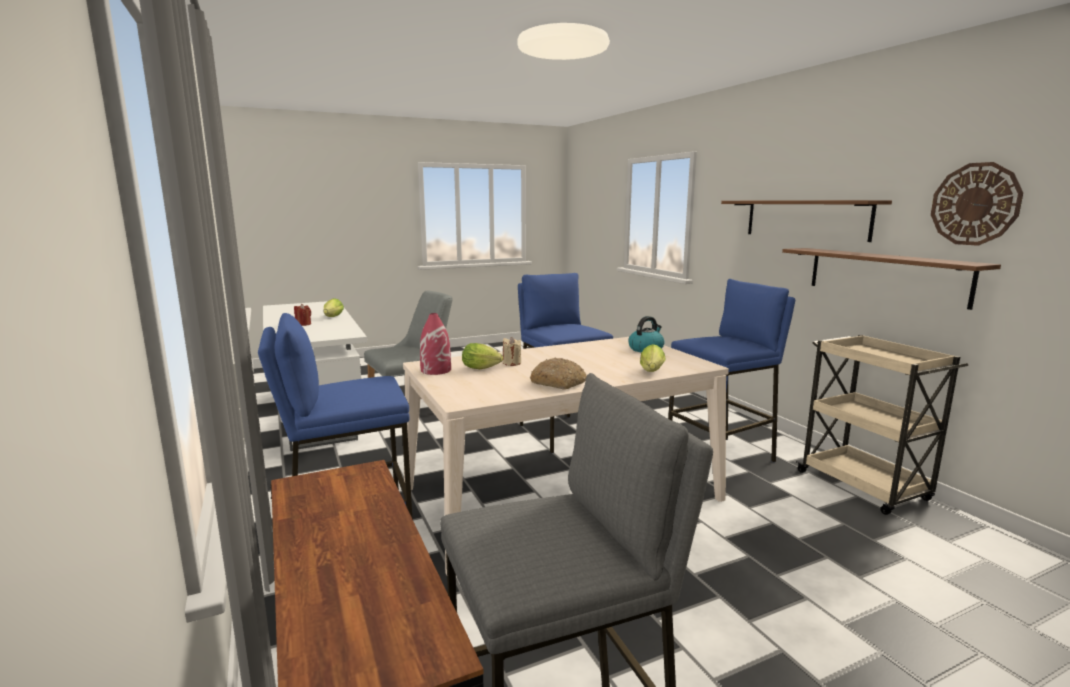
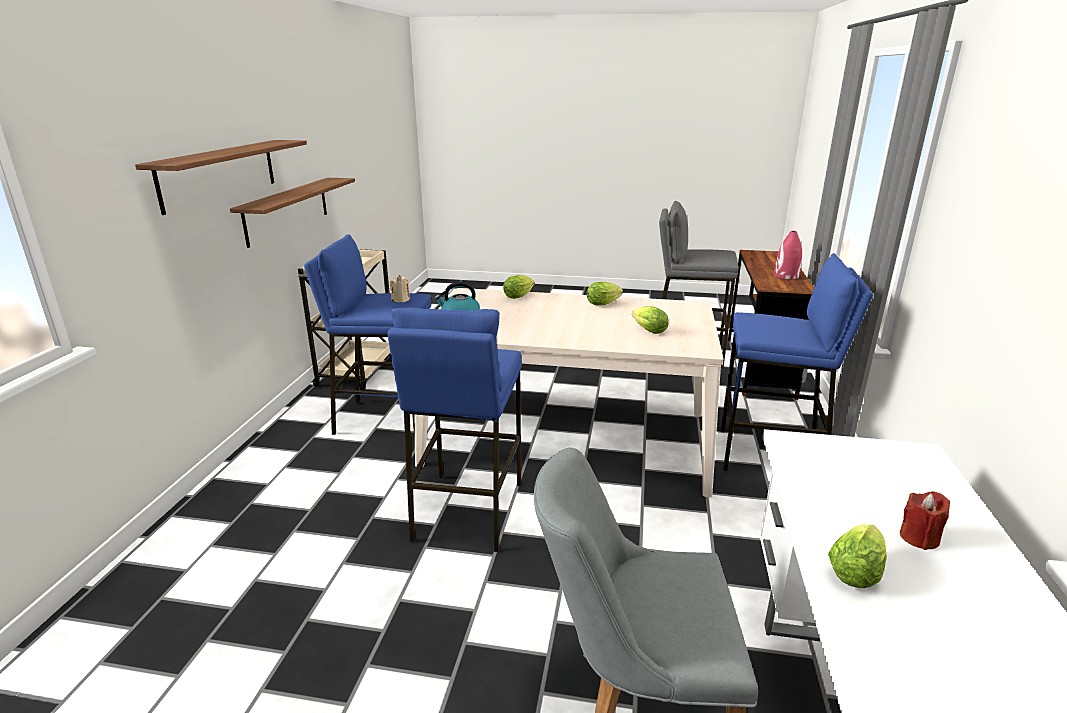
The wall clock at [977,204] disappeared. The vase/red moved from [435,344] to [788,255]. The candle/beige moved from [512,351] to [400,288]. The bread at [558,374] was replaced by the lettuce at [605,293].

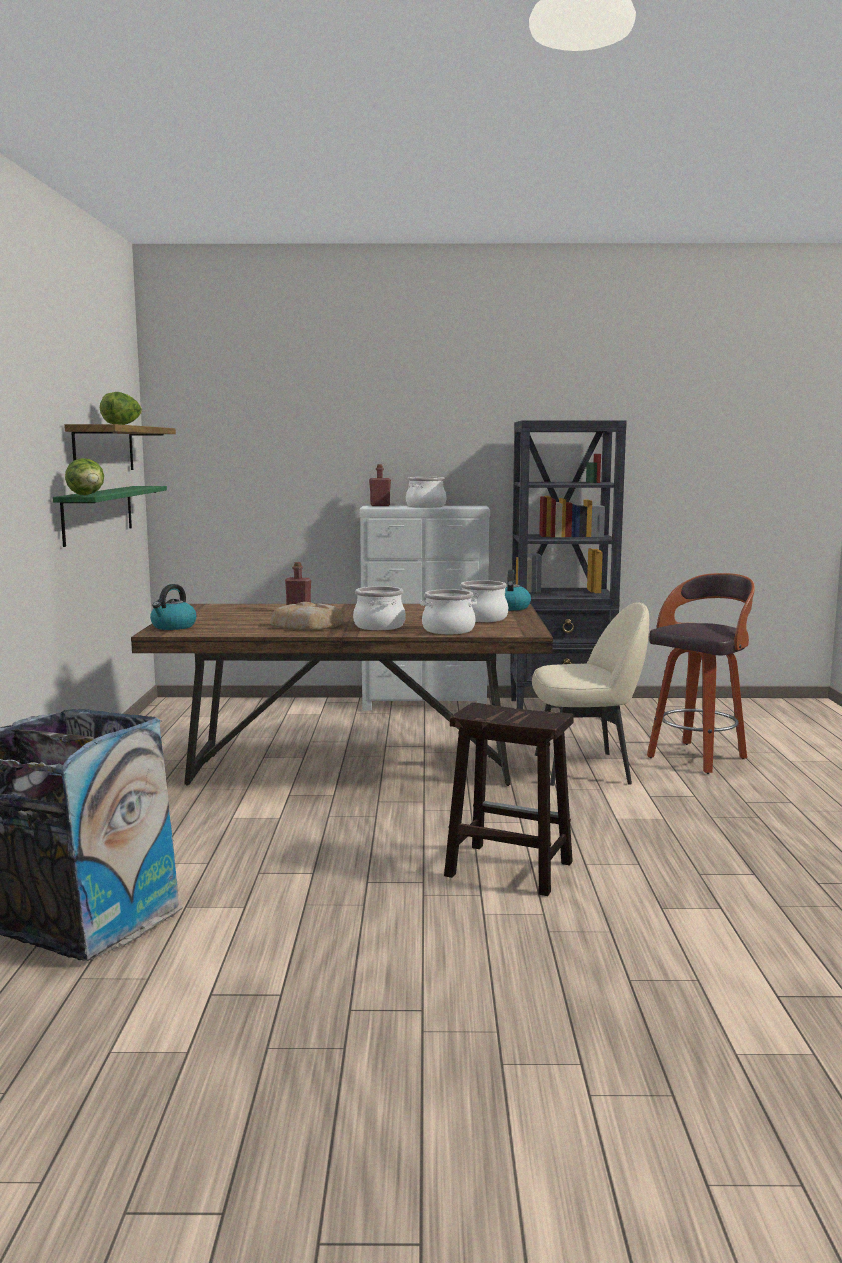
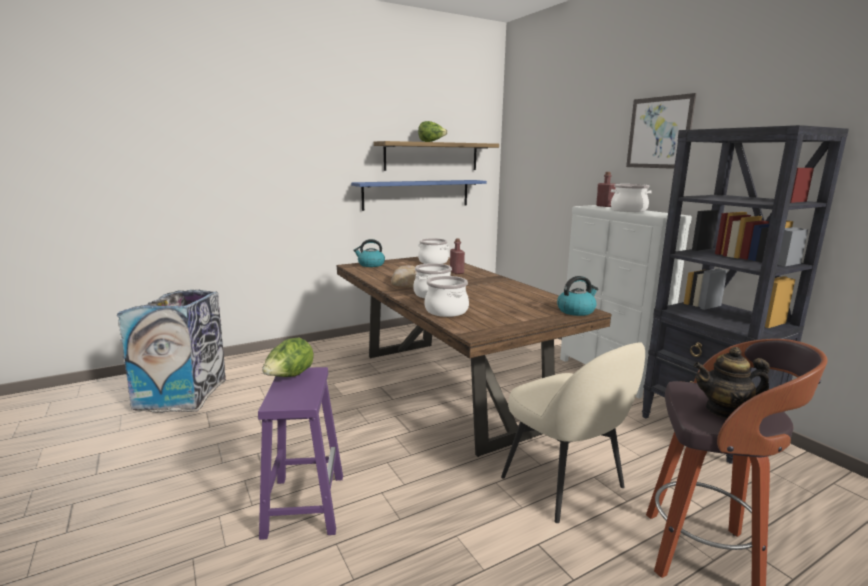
The lettuce moved from [84,476] to [288,357]. The shelf/green at [110,516] became the shelf/blue at [419,195]. The cooking pot moved from [484,601] to [433,251]. The stool/brown at [509,799] became the stool/purple at [300,453]. The picture at [661,131] appeared. The teapot at [732,382] appeared.

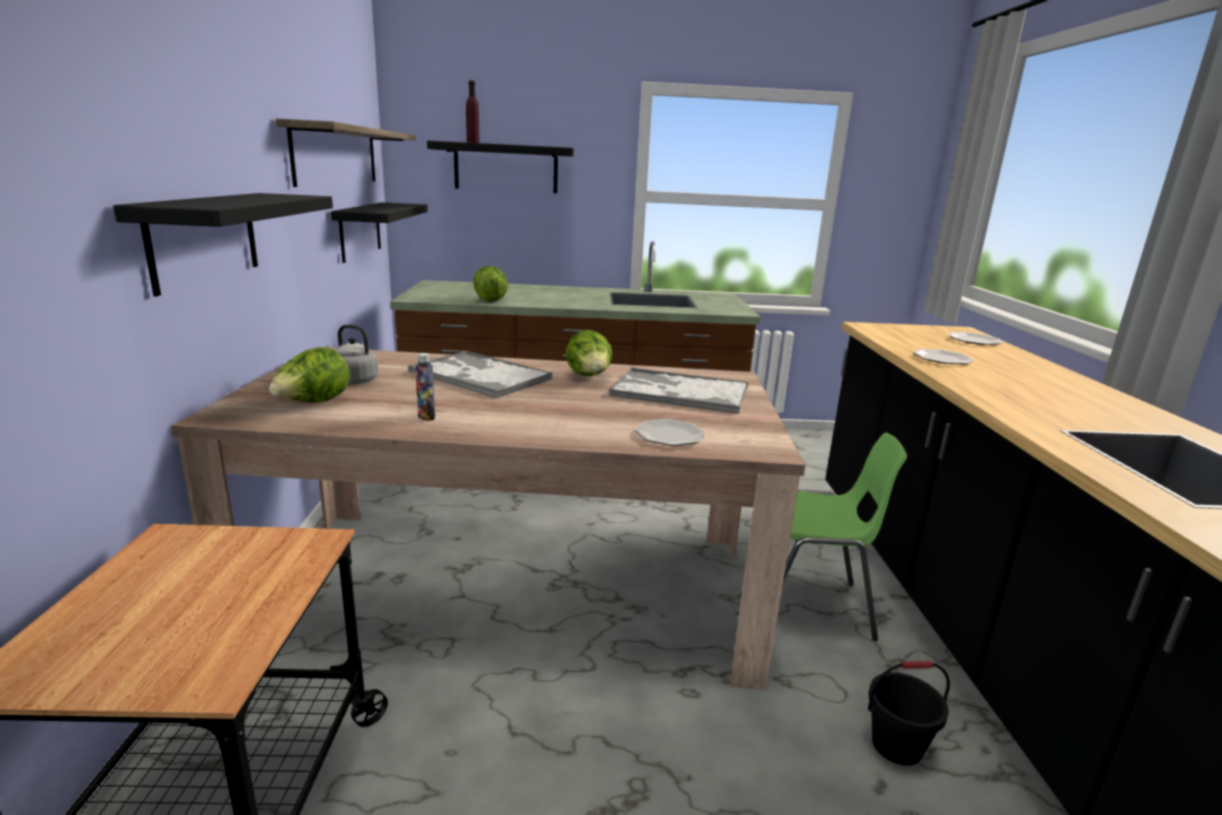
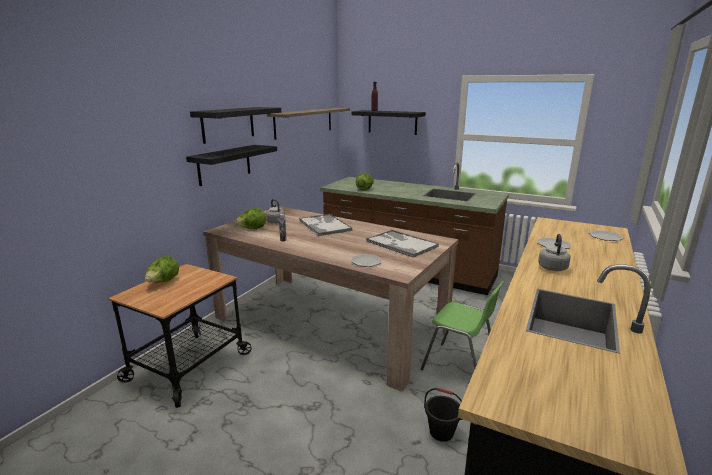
The shelf/black moved from [379,232] to [235,125]. The lettuce moved from [589,353] to [162,269]. The kettle/grey at [554,252] appeared.

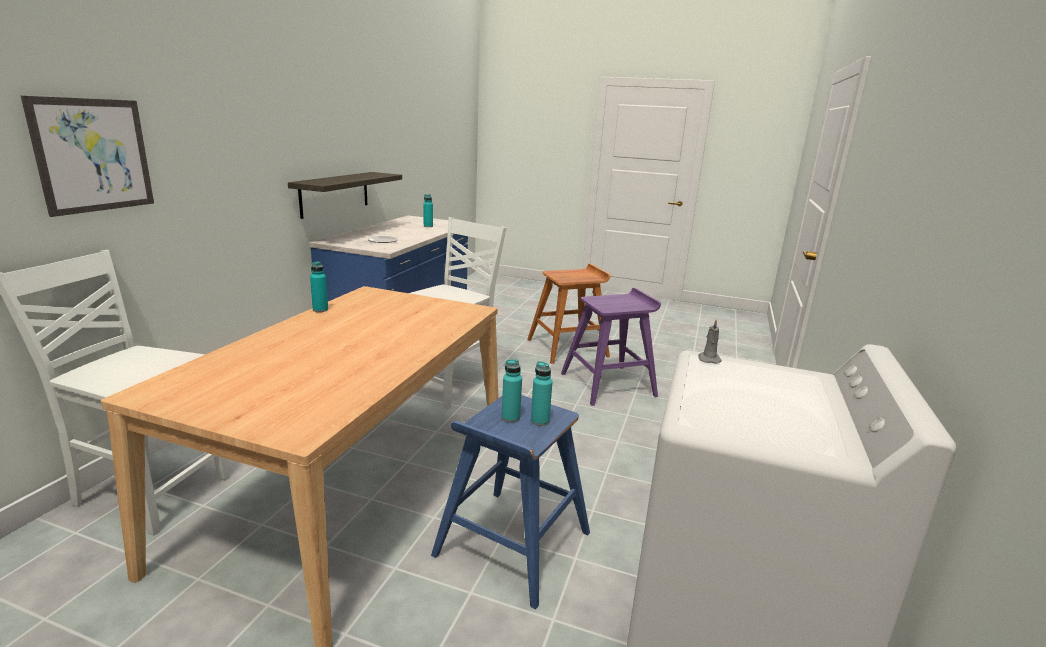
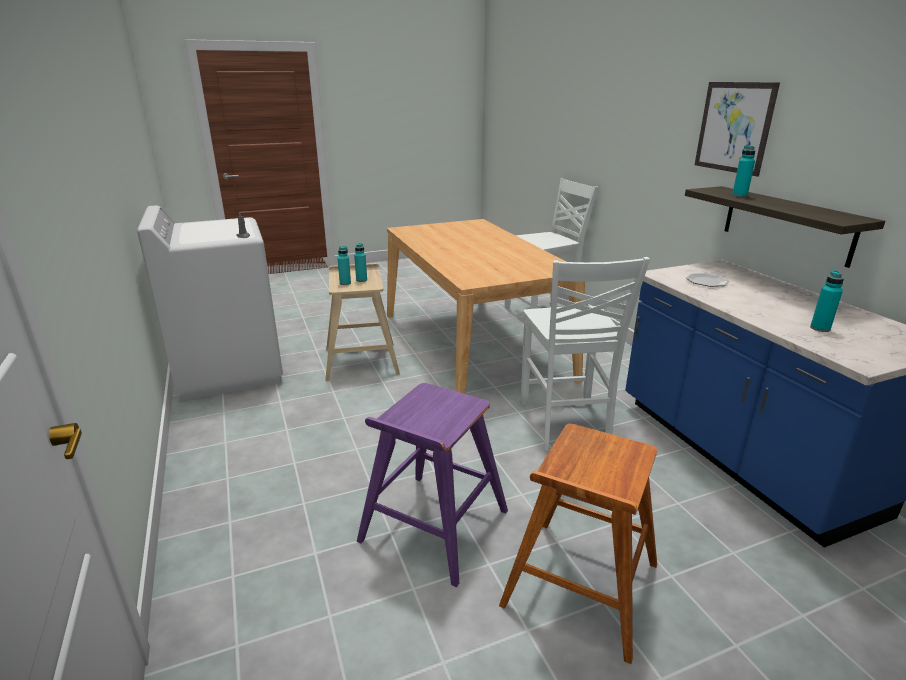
The picture moved from [87,156] to [737,129]. The bottle/turquoise moved from [319,286] to [743,171]. The stool/blue at [510,502] became the stool/beige at [362,322].

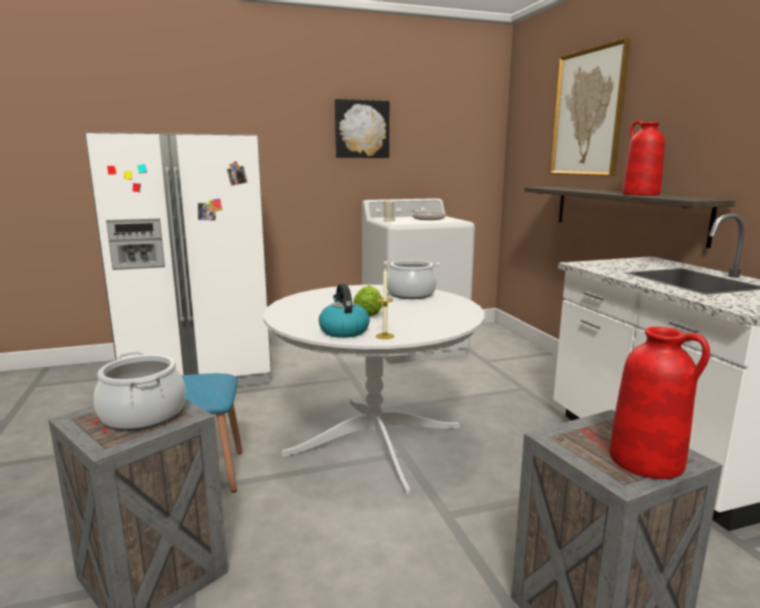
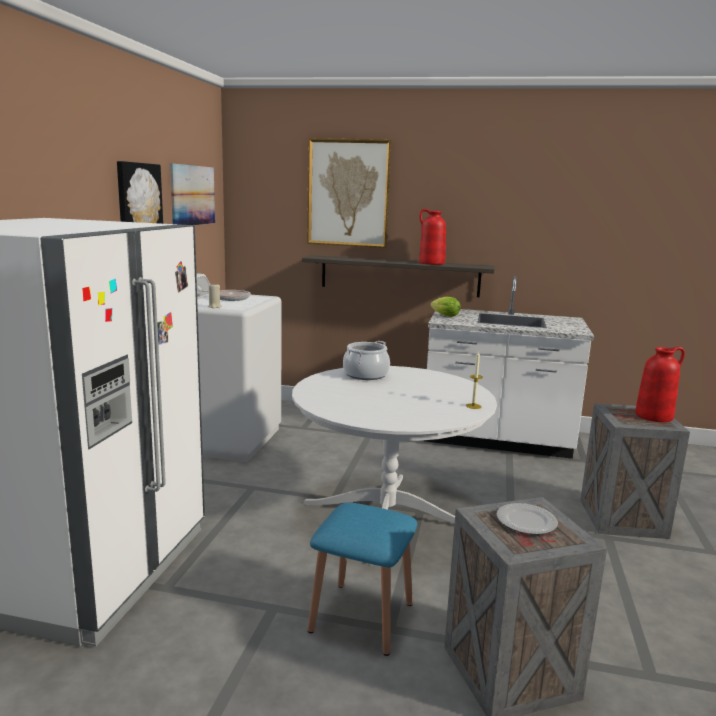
The kettle at [344,311] disappeared. The lettuce moved from [367,301] to [445,307]. The cooking pot at [140,391] was replaced by the plate at [527,519]. The picture at [192,194] appeared.

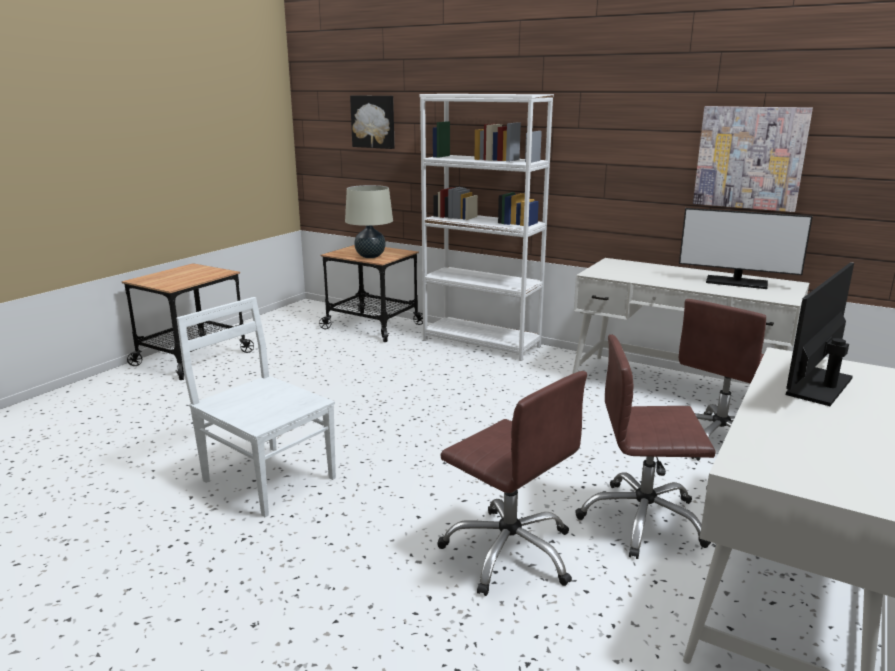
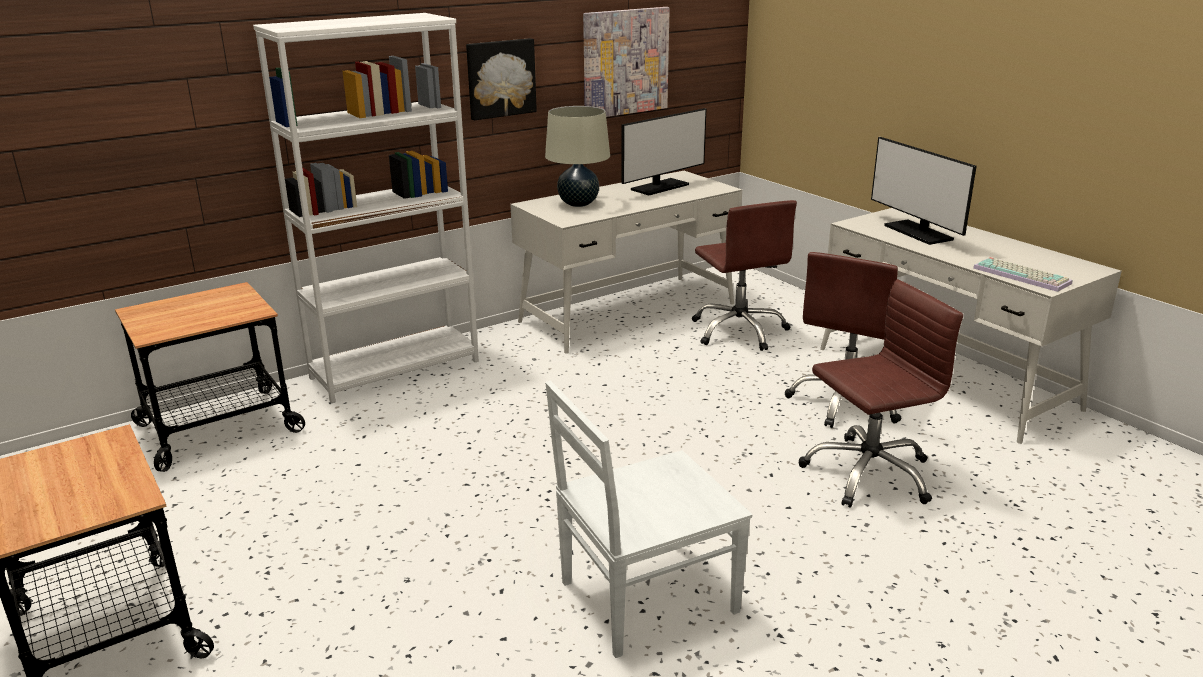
The picture moved from [372,122] to [501,79]. The table lamp/beige moved from [369,221] to [577,156]. The keyboard at [1022,274] appeared.

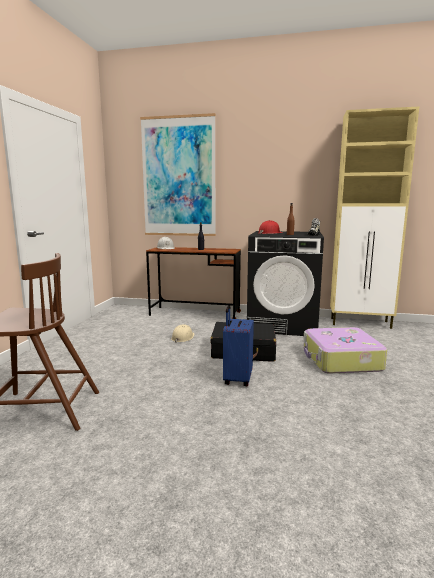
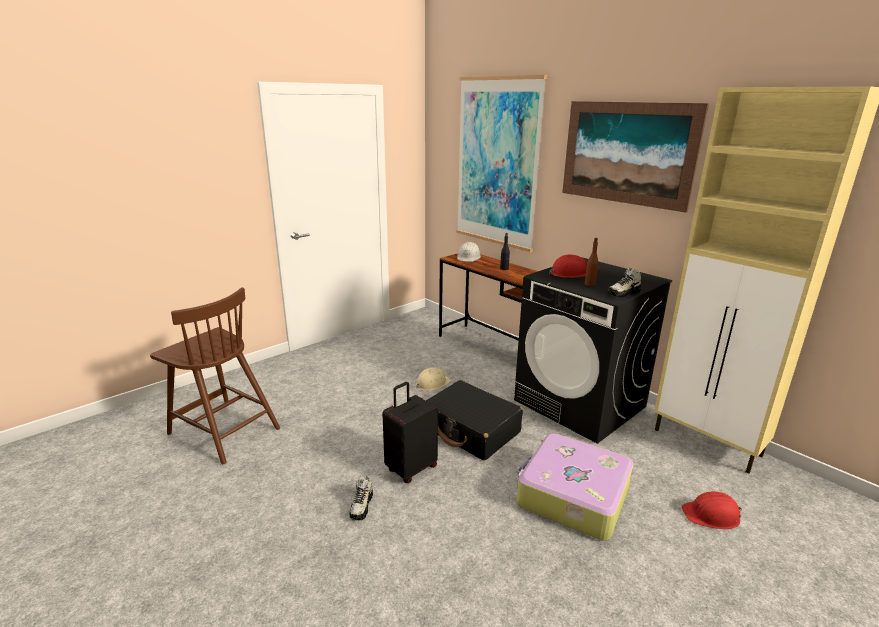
The suitcase/blue at [238,345] became the suitcase/black at [410,432]. The picture at [635,157] appeared. The shoe at [361,497] appeared. The hard hat/red at [712,510] appeared.

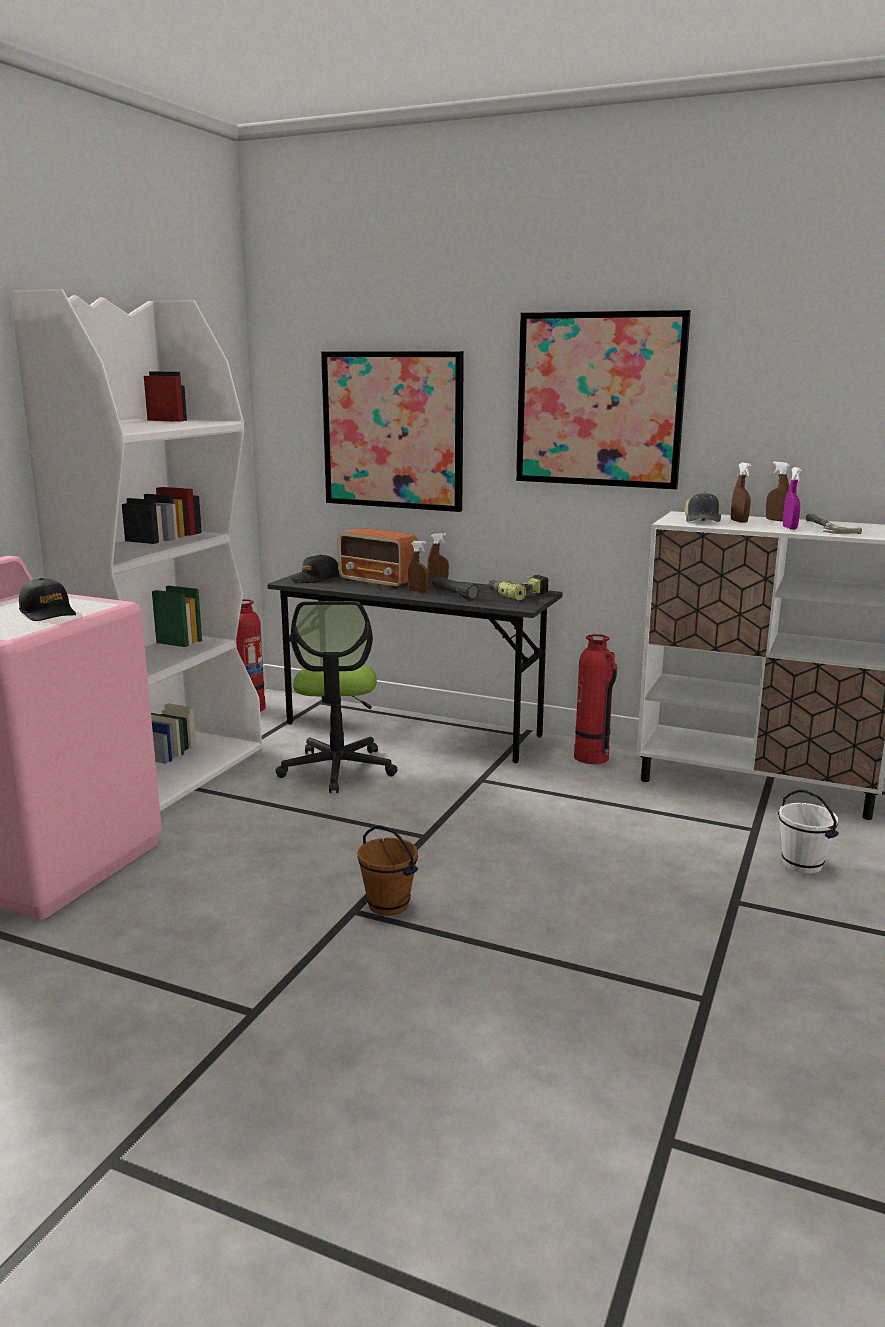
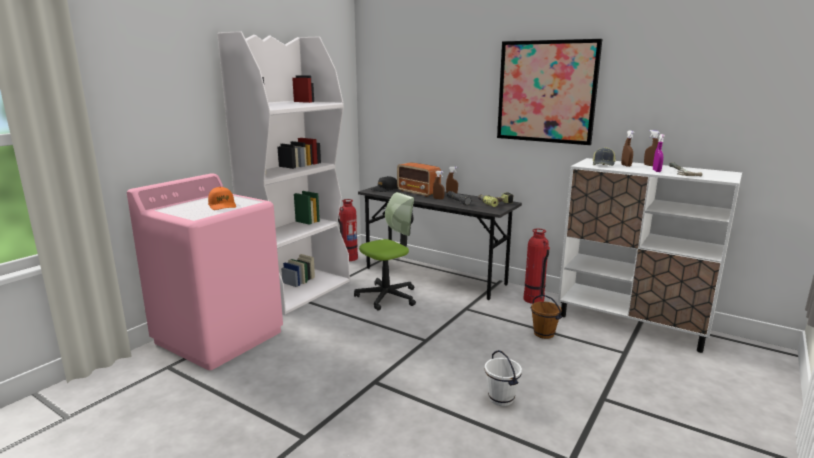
The picture at [392,431] disappeared. The cap/black at [47,599] became the cap/orange at [222,198]. The office chair at [336,697] turned 135 degrees counterclockwise. The bucket/white moved from [808,832] to [503,378]. The bucket/brown moved from [387,870] to [546,317].

